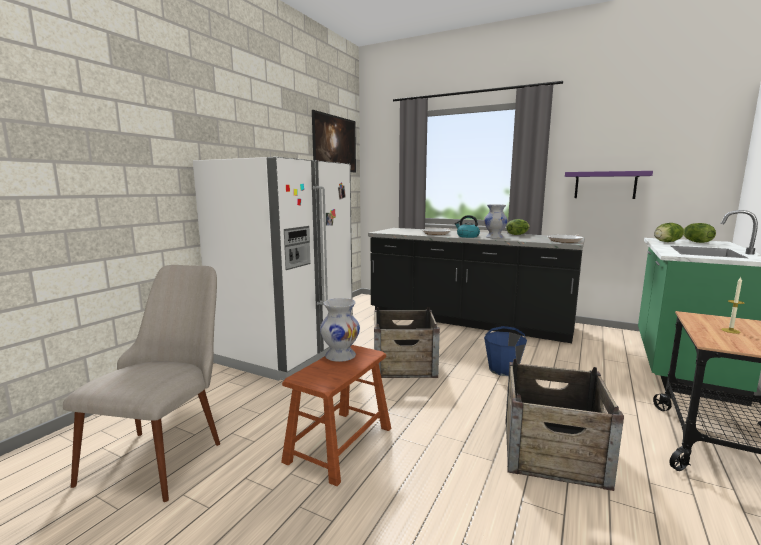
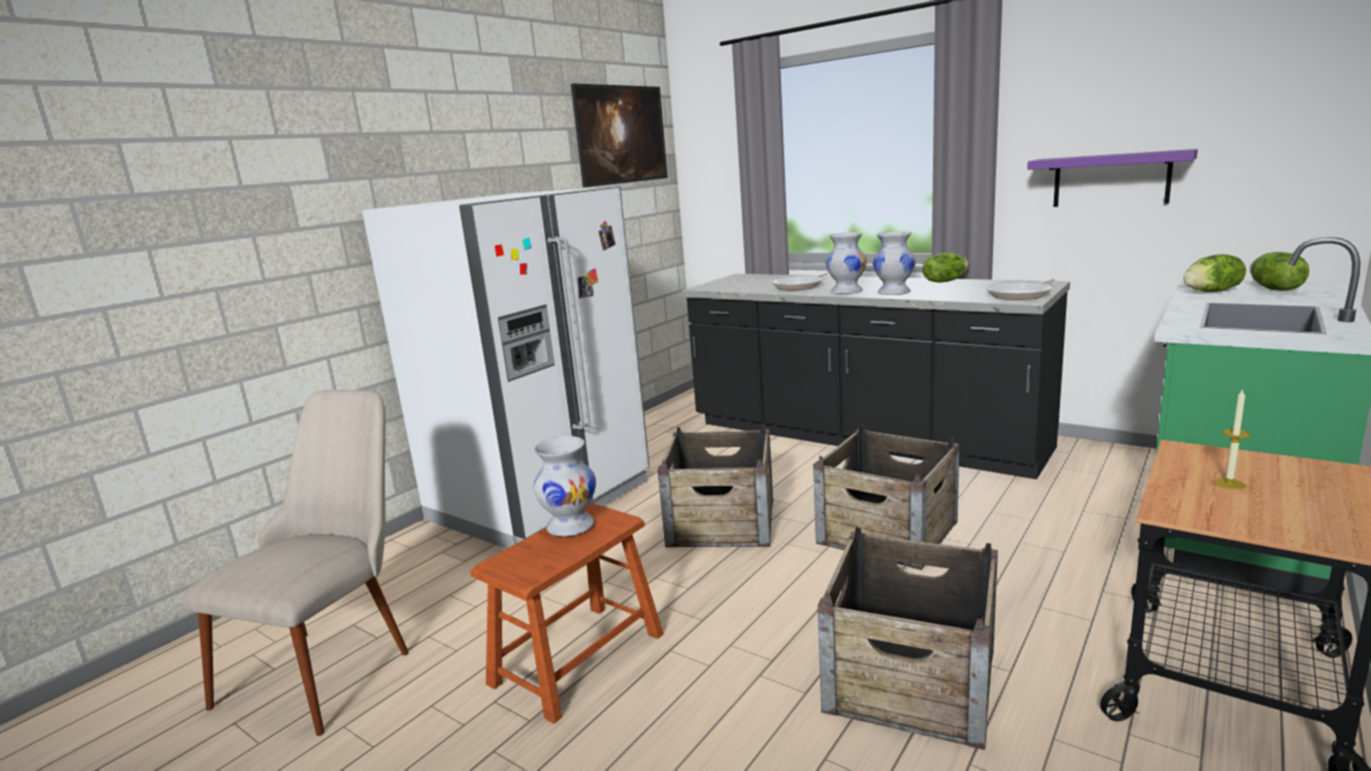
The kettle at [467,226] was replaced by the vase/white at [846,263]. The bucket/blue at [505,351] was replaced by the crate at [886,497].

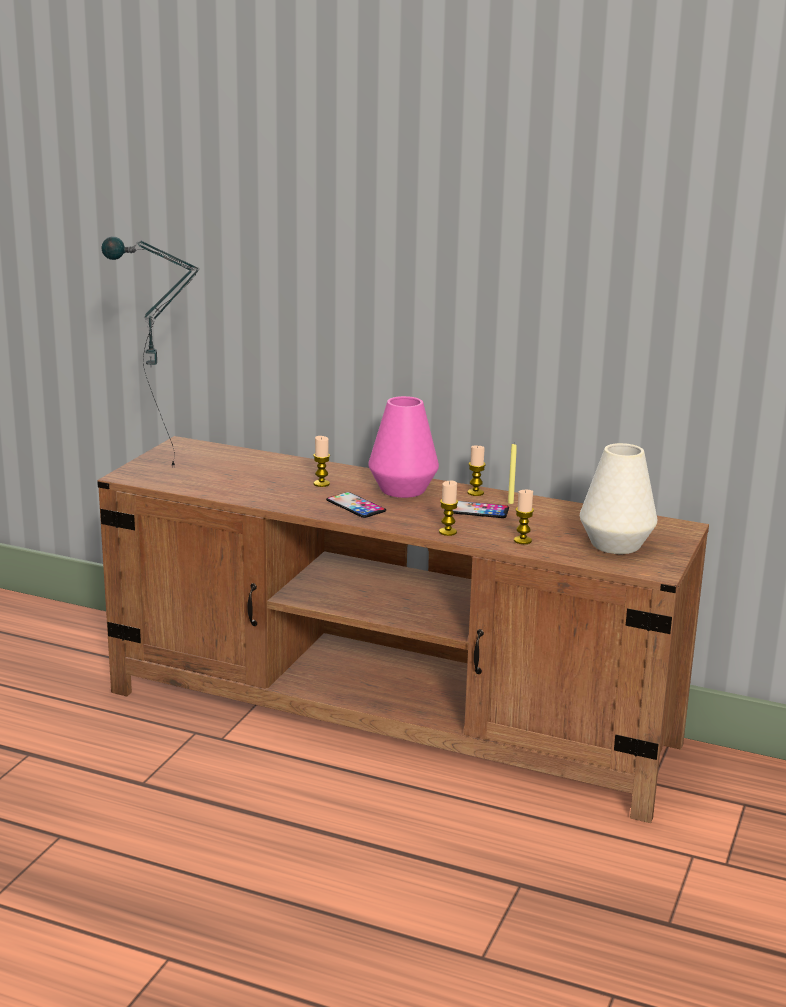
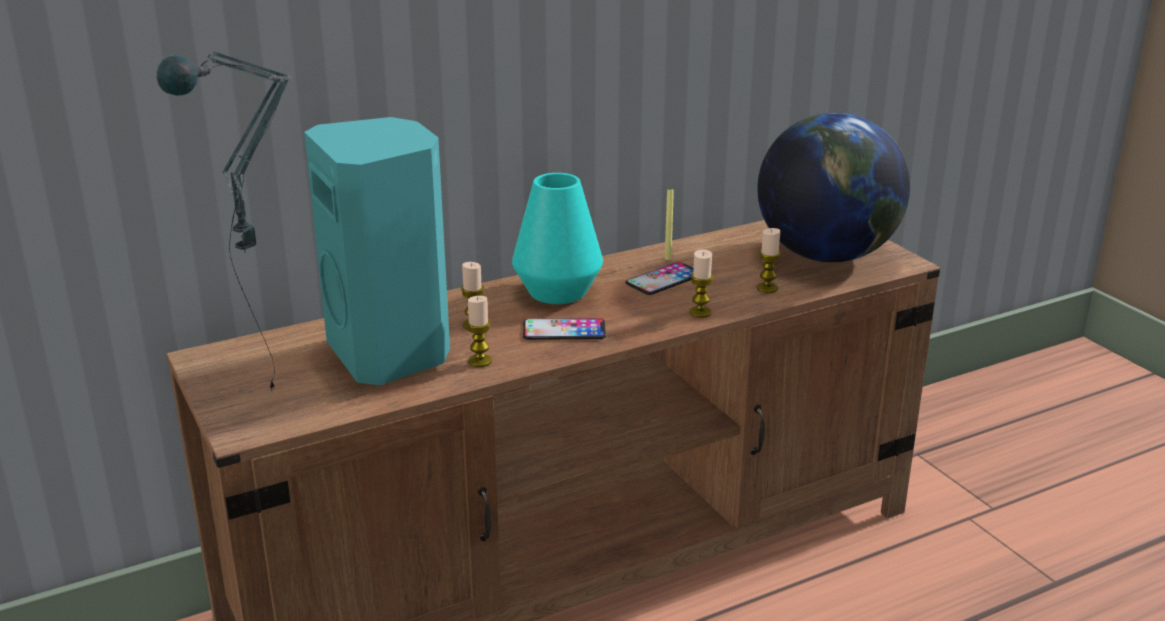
The vase/pink at [403,447] became the vase/turquoise at [557,238]. The vase/white at [618,498] was replaced by the globe at [833,187]. The candle moved from [477,470] to [479,331]. The speaker/turquoise at [377,251] appeared.

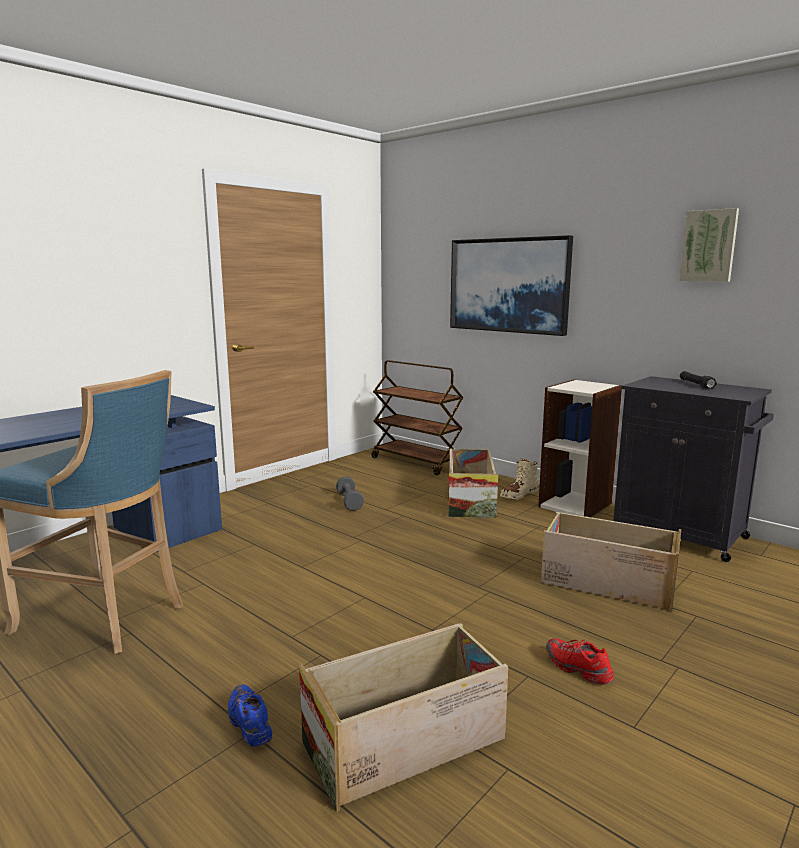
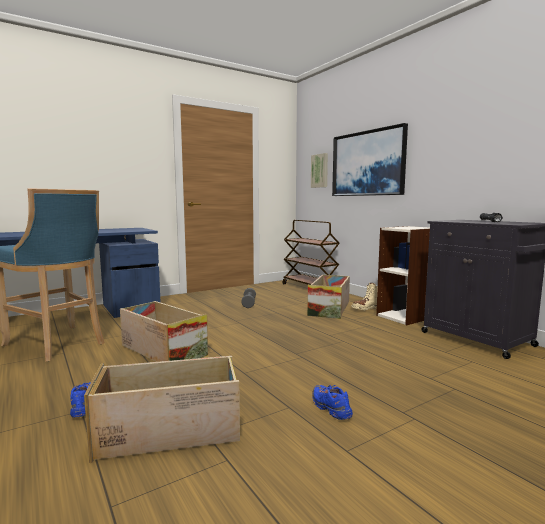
The picture moved from [709,245] to [319,170]. The crate moved from [611,562] to [164,331]. The shoe/red at [580,661] became the shoe/blue at [332,402].

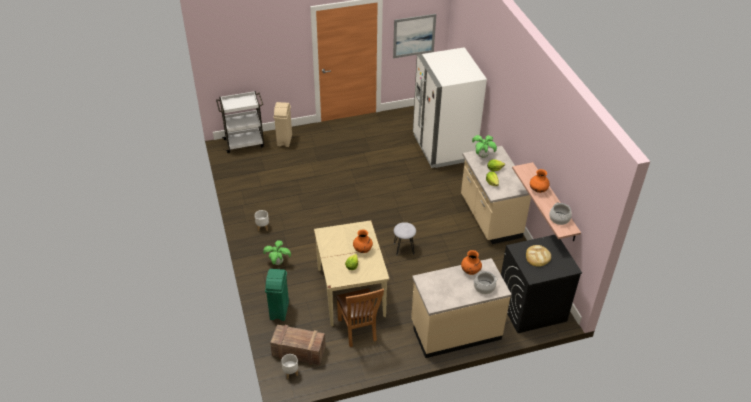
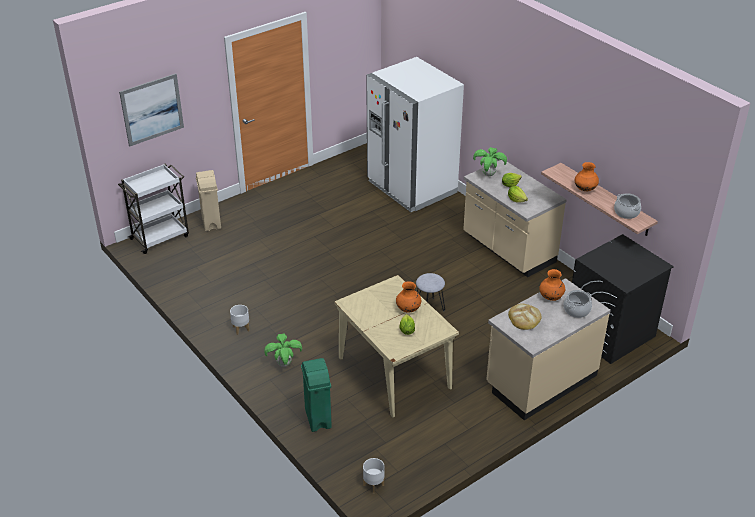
The picture moved from [414,36] to [151,109]. The bread moved from [538,256] to [525,316]. The chair/brown at [360,317] disappeared. The crate at [298,345] disappeared.

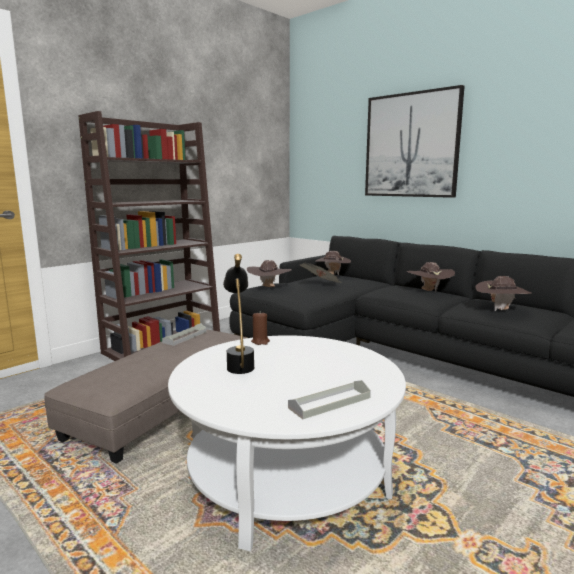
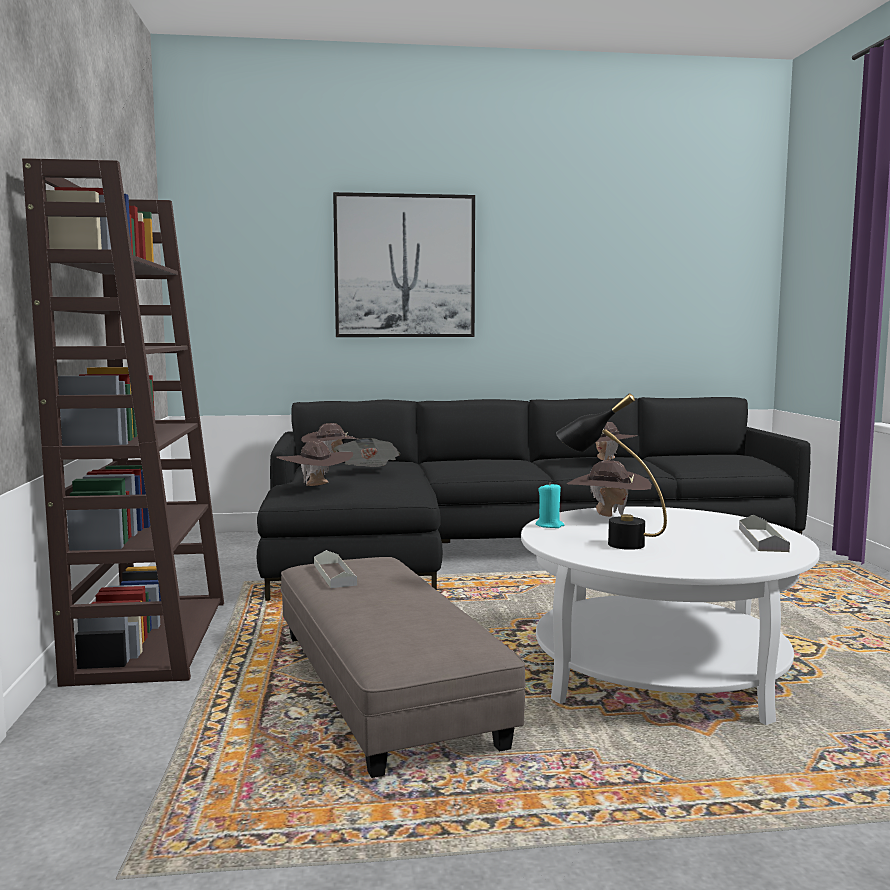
The hat/brown moved from [431,277] to [609,488]. The candle/brown at [260,329] became the candle/turquoise at [549,505].

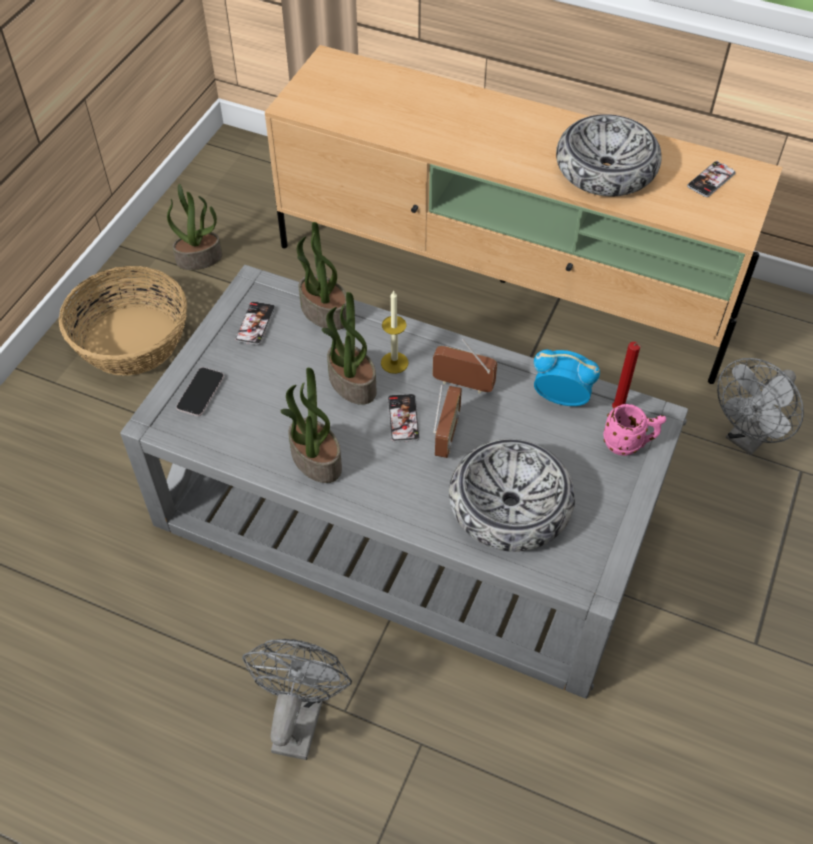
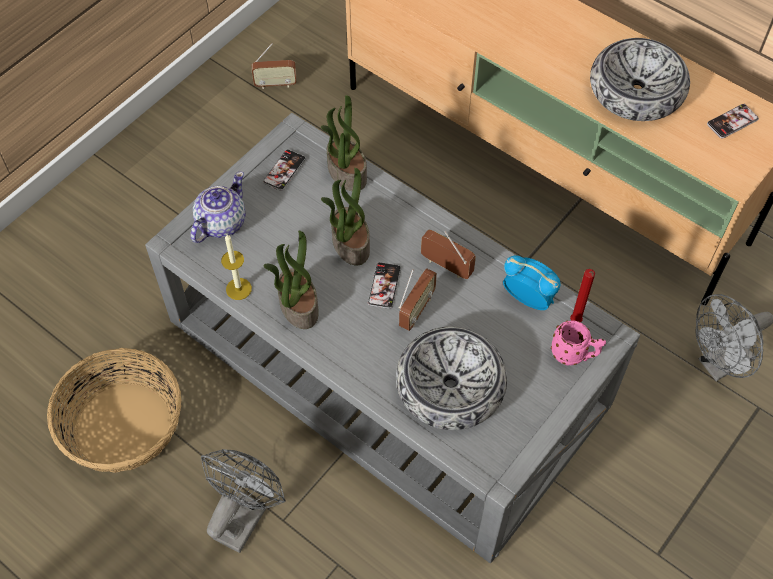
The potted plant at [194,227] was replaced by the radio at [274,66]. The basket moved from [123,321] to [114,410]. The candle moved from [395,332] to [236,267]. The phone at [200,391] was replaced by the teapot at [218,207].

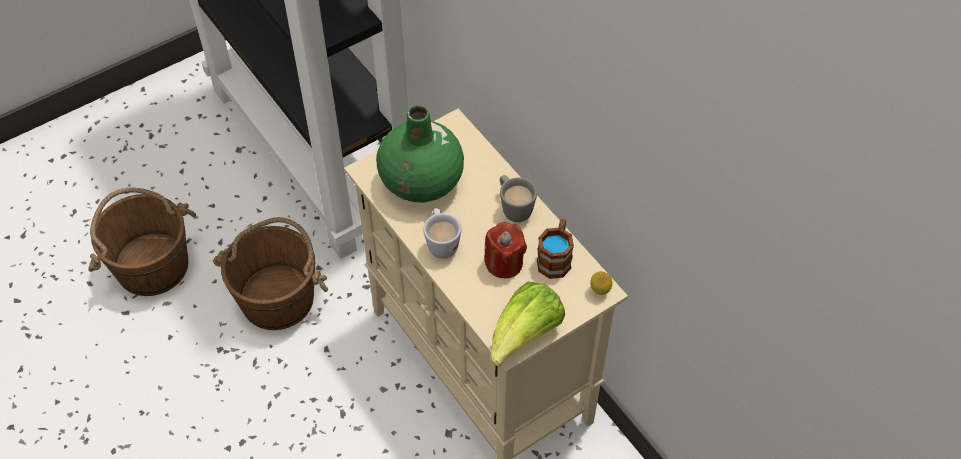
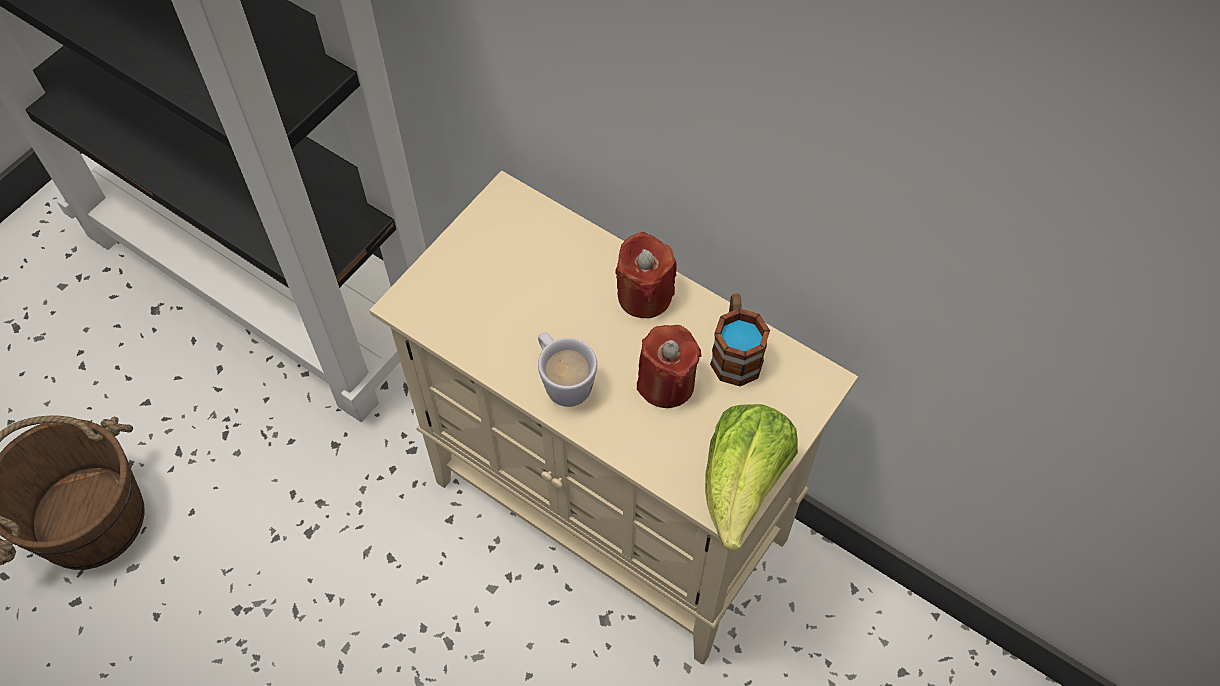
The vase/green at [420,154] disappeared. The mug/grey at [518,198] was replaced by the candle/red at [645,275]. The bucket/brown at [270,273] disappeared. The lemon at [601,283] disappeared.

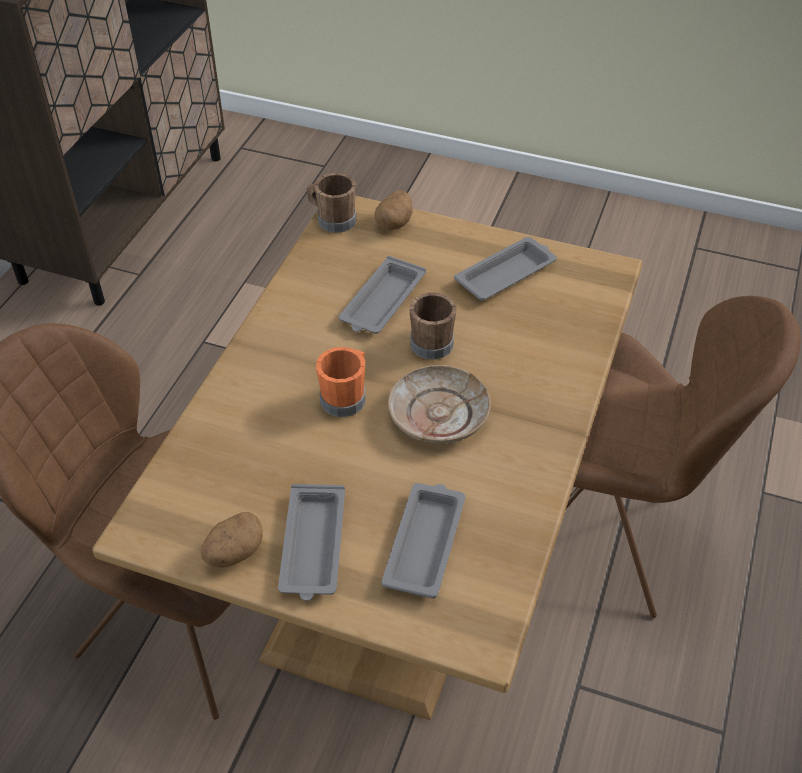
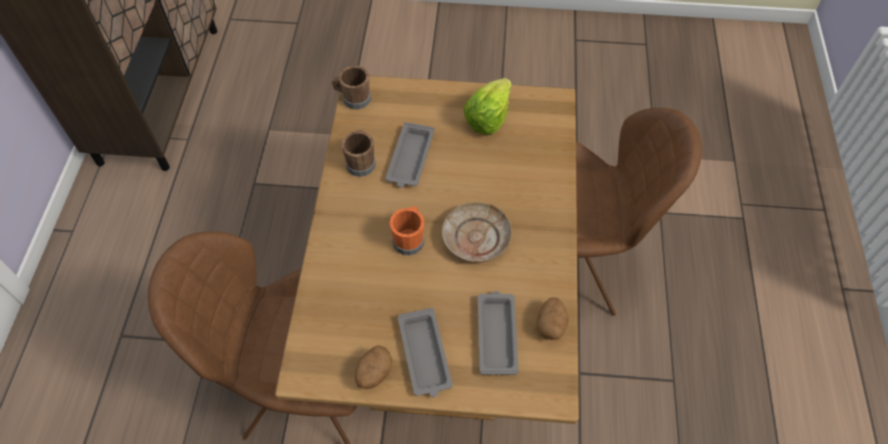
The potato moved from [394,210] to [552,318]. The tray/grey at [505,268] was replaced by the lettuce at [488,106]. The mug/brown moved from [433,325] to [358,153].

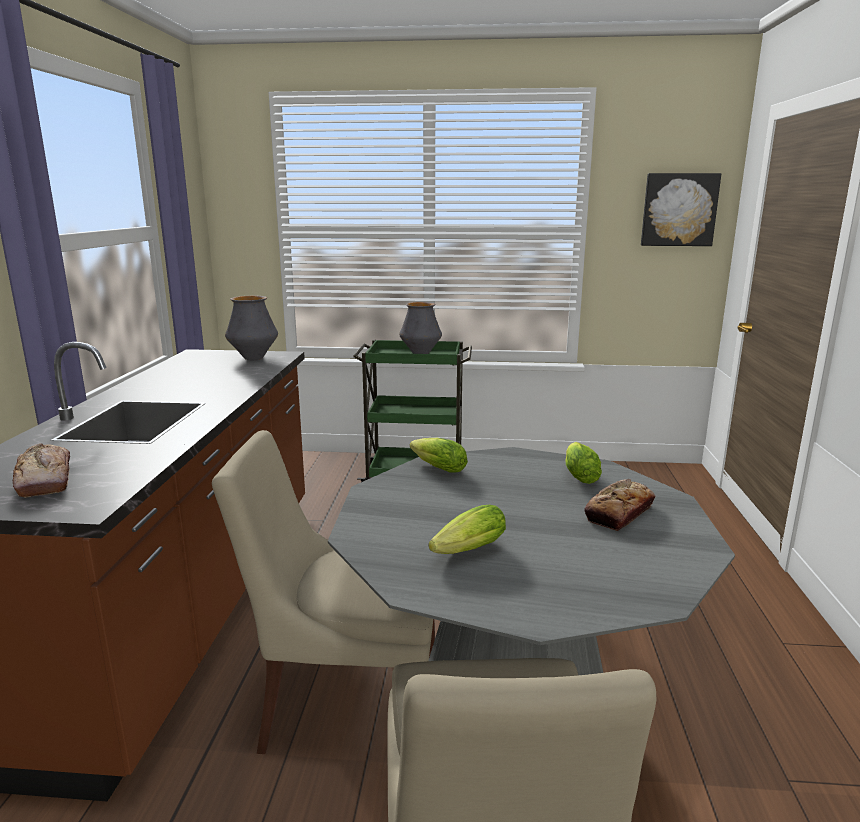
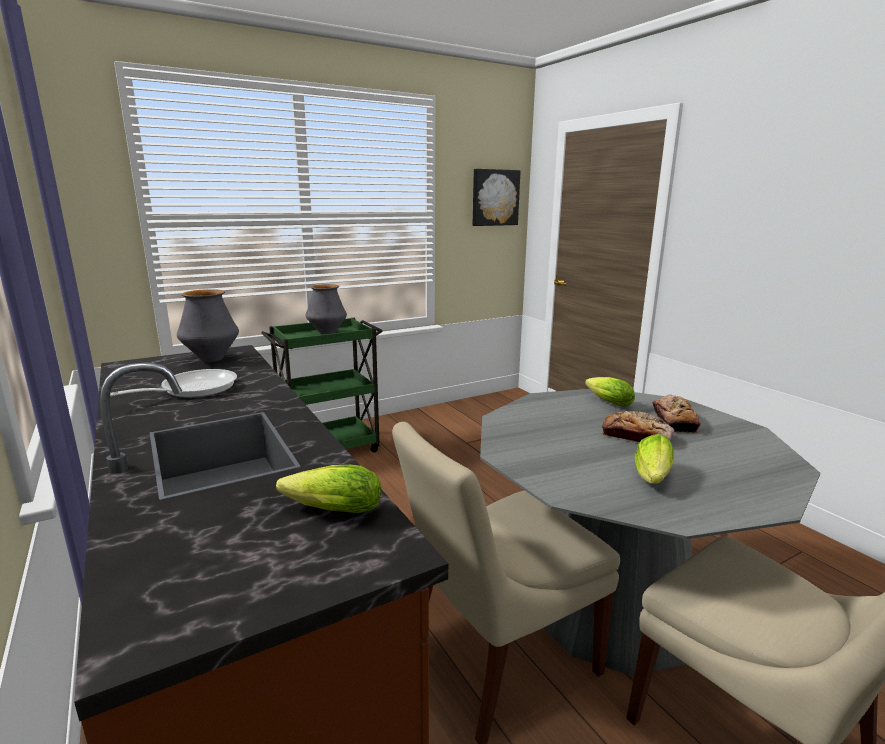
The lettuce moved from [439,455] to [328,489]. The bread moved from [41,470] to [638,426]. The frying pan at [173,383] appeared.

